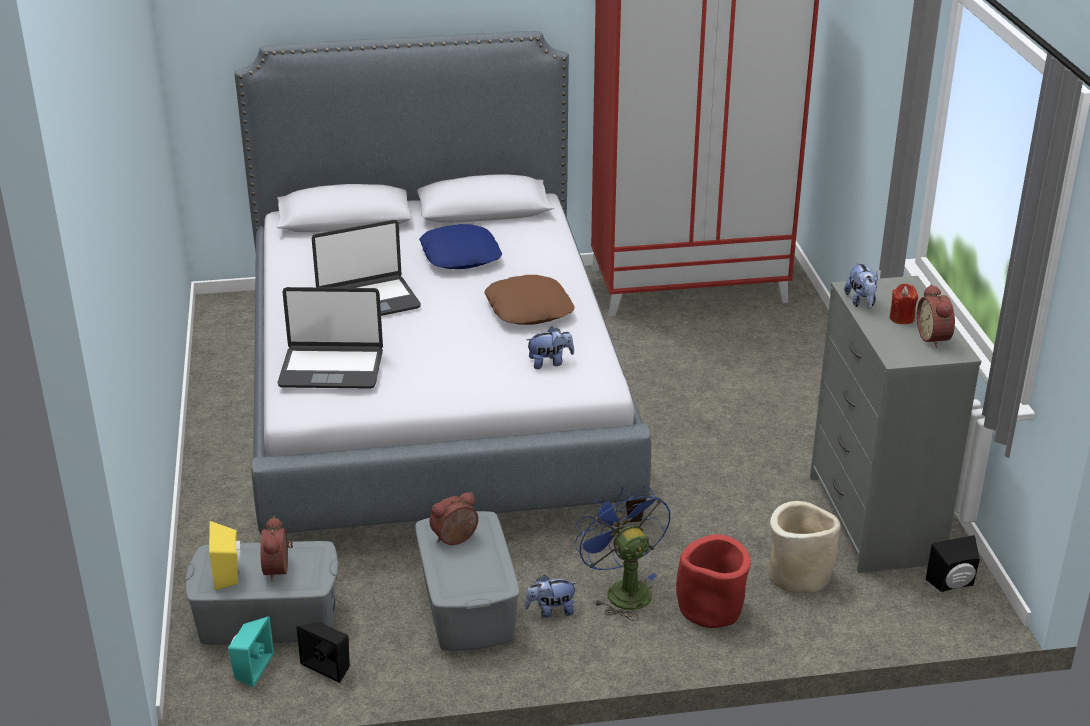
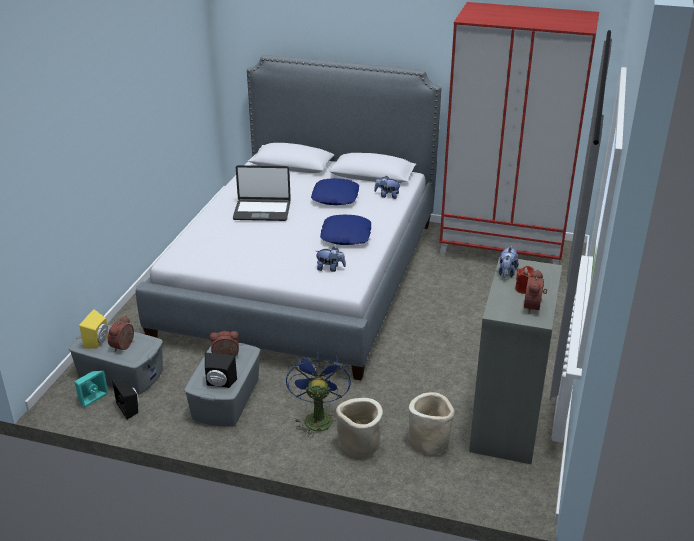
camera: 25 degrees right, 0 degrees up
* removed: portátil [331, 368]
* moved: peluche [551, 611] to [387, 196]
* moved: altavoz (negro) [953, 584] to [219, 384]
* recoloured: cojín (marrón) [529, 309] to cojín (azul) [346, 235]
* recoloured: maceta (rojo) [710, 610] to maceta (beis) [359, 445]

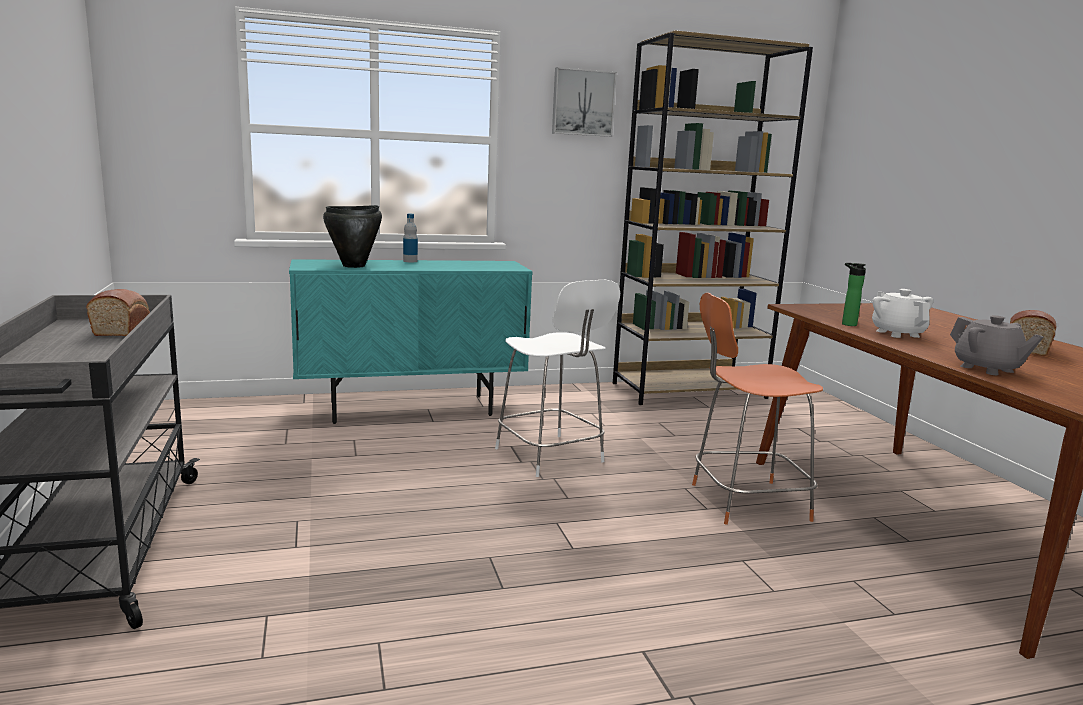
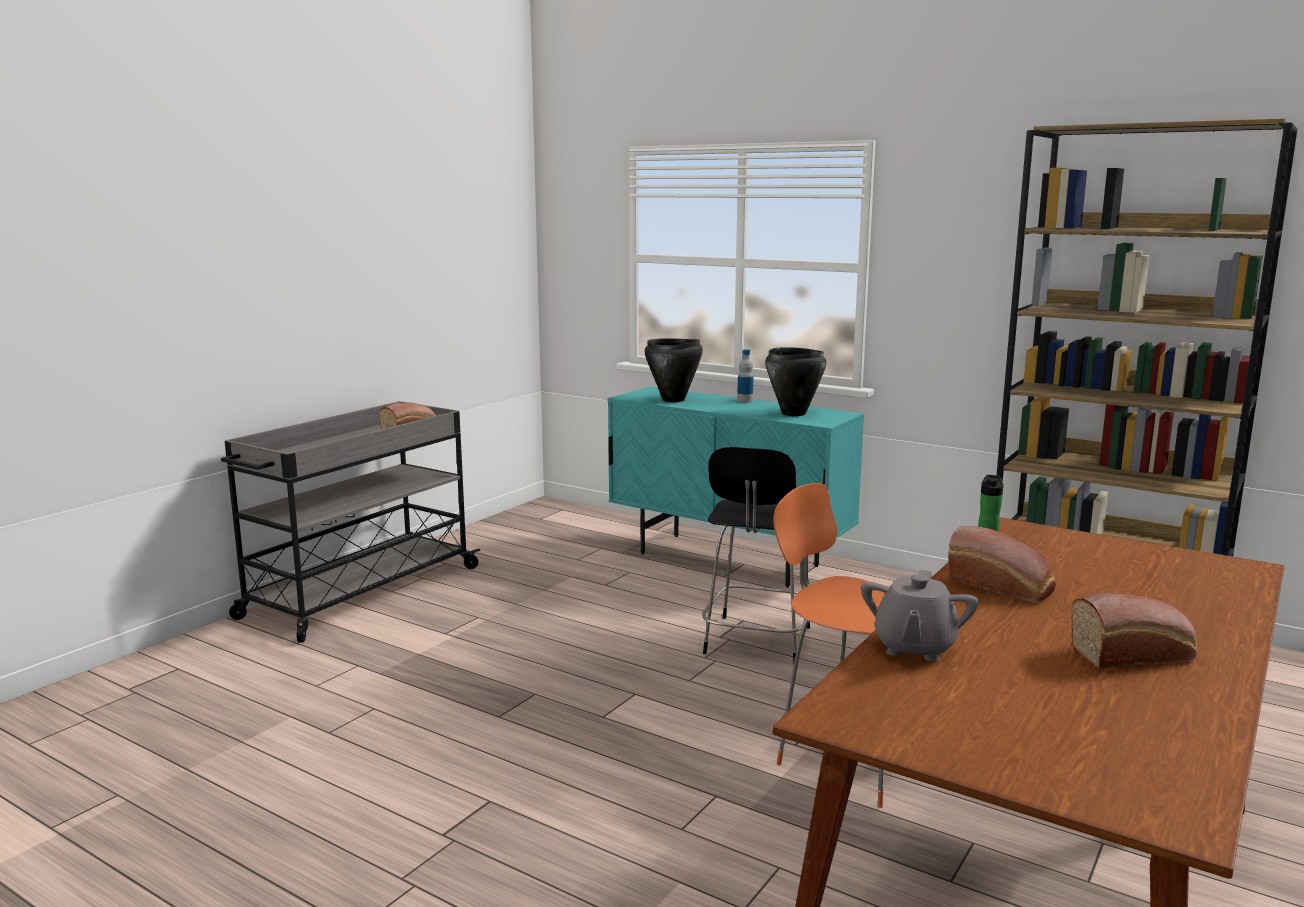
camera: 50 degrees right, 0 degrees up
* removed: cuadro [582, 103]
* added: olla (negro) [793, 413]
* replaced: tetera (blanco) [897, 333] to pan [1003, 587]
* recoloured: silla (blanco) [551, 456] to silla (negro) [756, 642]

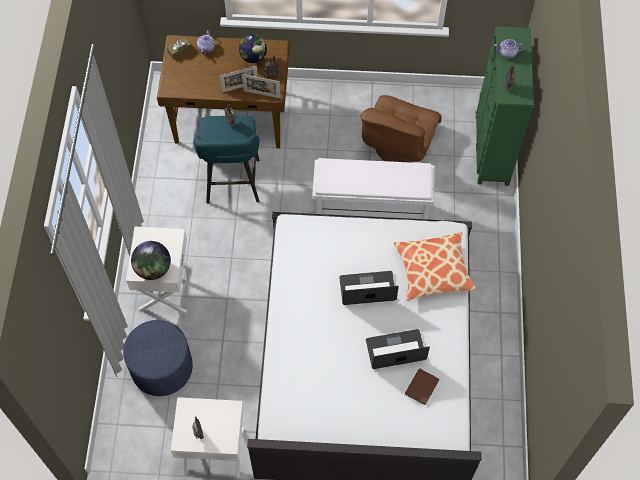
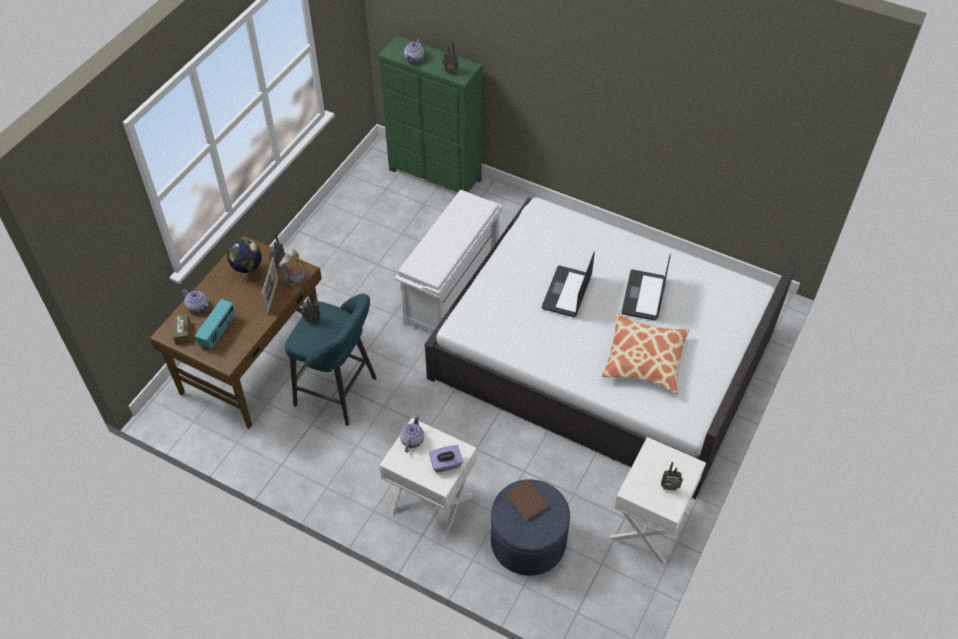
camera: 65 degrees left, 10 degrees down
* removed: sillón (marrón) [397, 145]
* added: radio [218, 332]
* added: tetera [412, 440]
* moved: cojín [433, 270] to [644, 359]
* moved: libro (marrón) [421, 387] to [527, 502]
* replaced: globo terráqueo [153, 269] to caja de pañuelos (morado) [446, 464]
* replaced: portarretratos [262, 94] to peluche [295, 280]

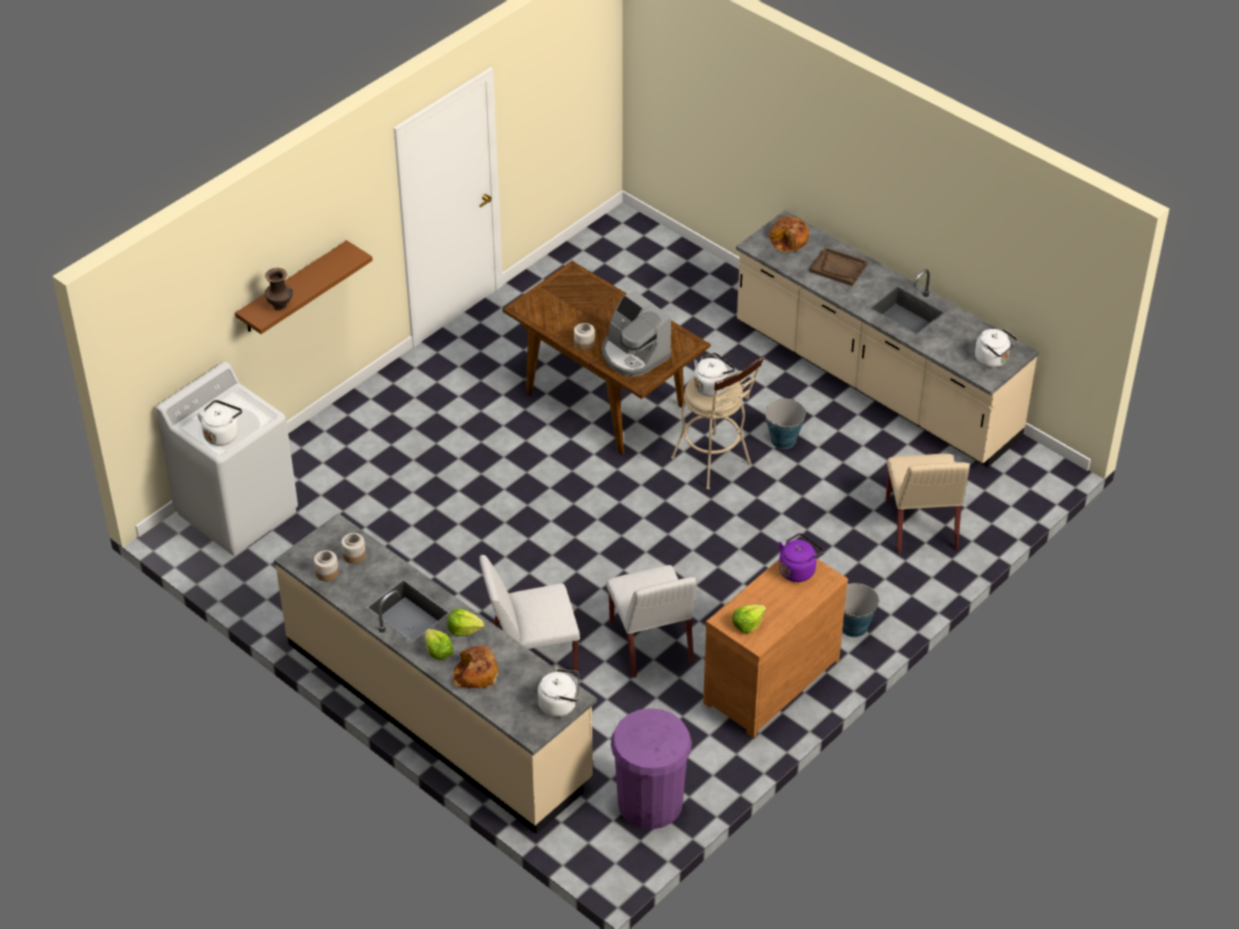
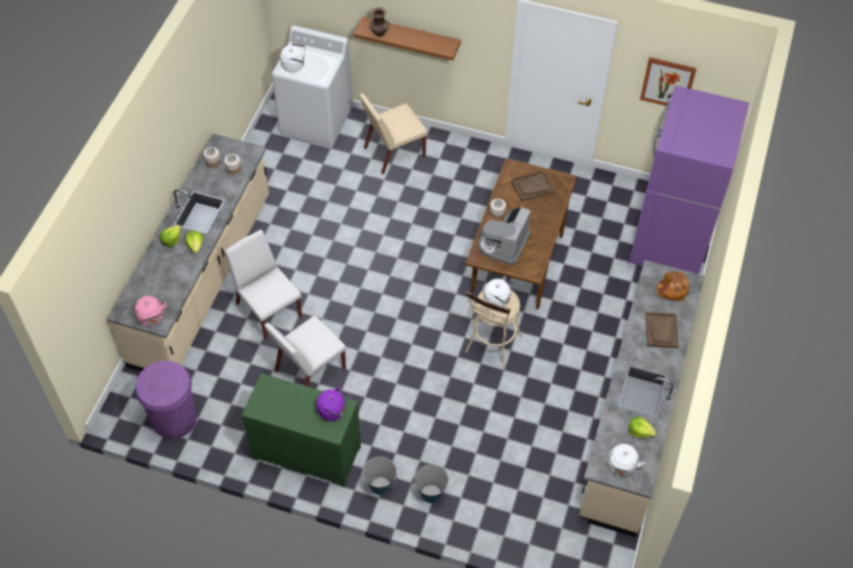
camera: 65 degrees right, 10 degrees up
* removed: pan [475, 673]
* added: bandeja (marrón) [532, 187]
* added: nevera (morado) [670, 242]
* added: cuadro [668, 83]
* moved: lechuga [747, 623] to [640, 431]
* moved: cubo [783, 440] to [430, 493]
* moved: silla (beis) [921, 525] to [393, 152]
* recoloured: hervidor (blanco) [560, 704] to hervidor (rosa) [152, 318]
* recoloured: cómoda (marrón) [767, 680] to cómoda (verde) [307, 449]

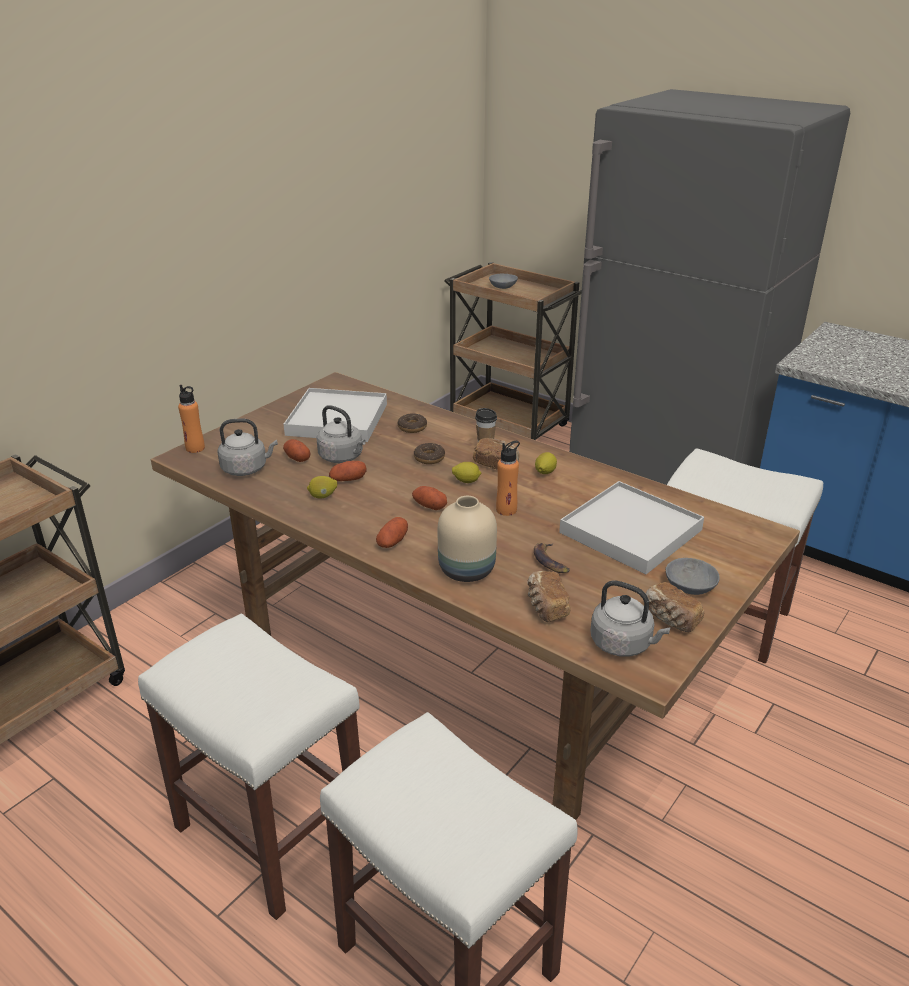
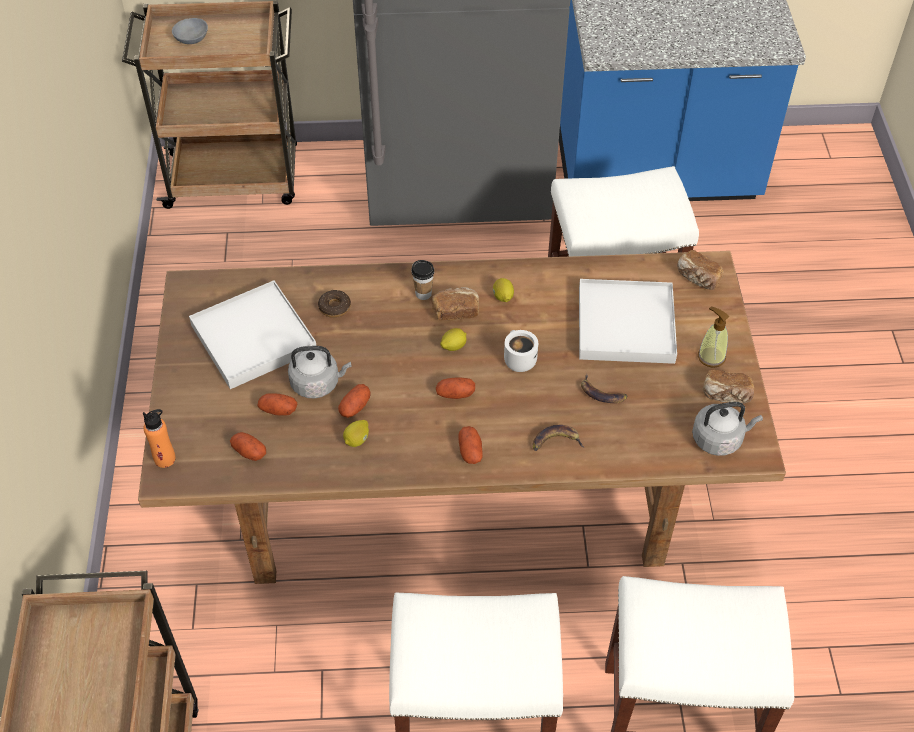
camera: 40 degrees left, 20 degrees up
* removed: rosquilla [429, 458]
* moved: pan [545, 607] to [697, 278]
* replaced: hervidor (gris) [247, 469] to patata [249, 452]
* replaced: florero (beis) [468, 570] to plátano [555, 441]
* replaced: botella (naranja) [506, 510] to taza grande (blanco) [517, 359]
* replaced: cuenco (gris) [689, 586] to dispensador de jabón [711, 357]

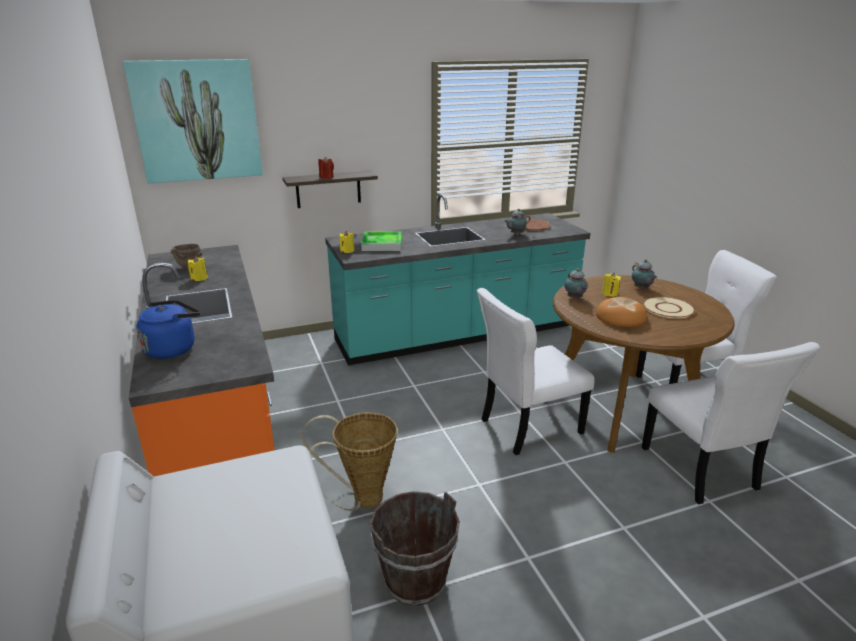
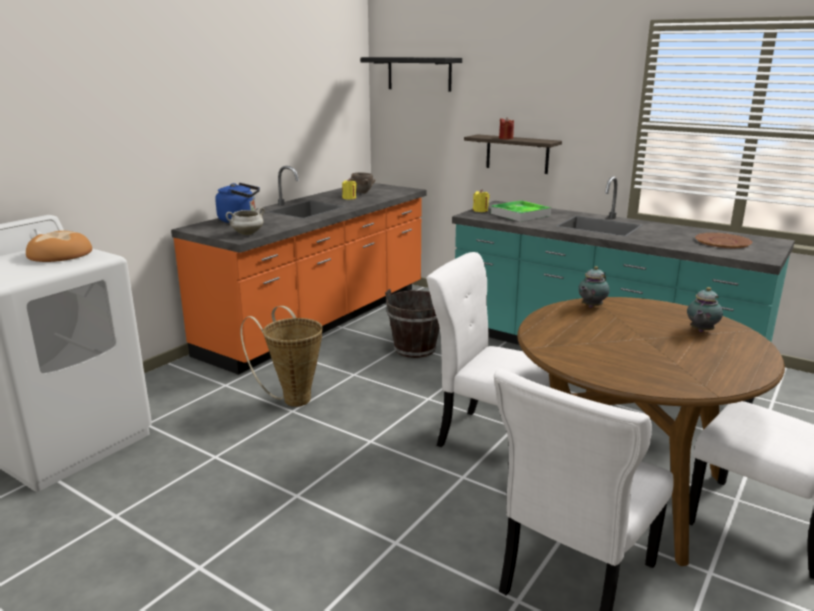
camera: 55 degrees right, 5 degrees down
* removed: tetera [515, 234]
* removed: vela (amarillo) [610, 294]
* removed: plato (beis) [668, 309]
* added: olla (blanco) [247, 234]
* moved: cubo (marrón) [415, 580] to [415, 349]
* moved: pan [621, 317] to [60, 254]
* replaced: cuadro [197, 121] to estante (negro) [419, 74]

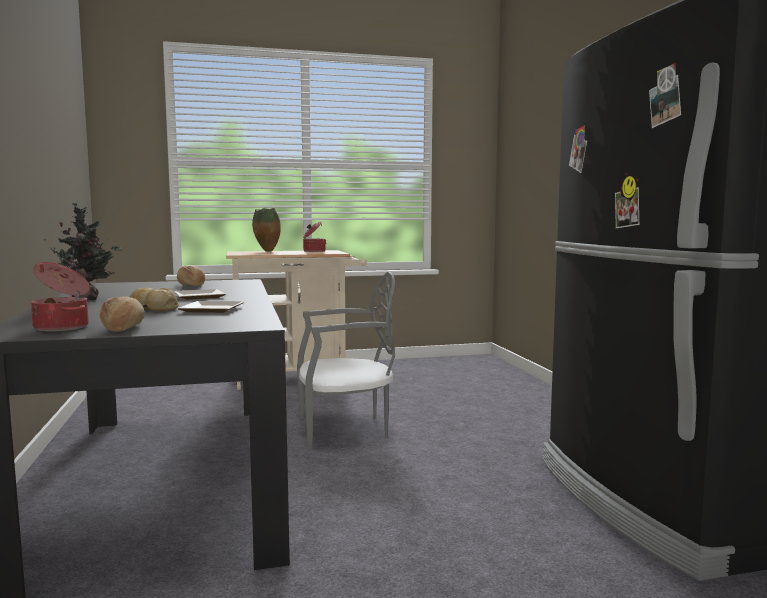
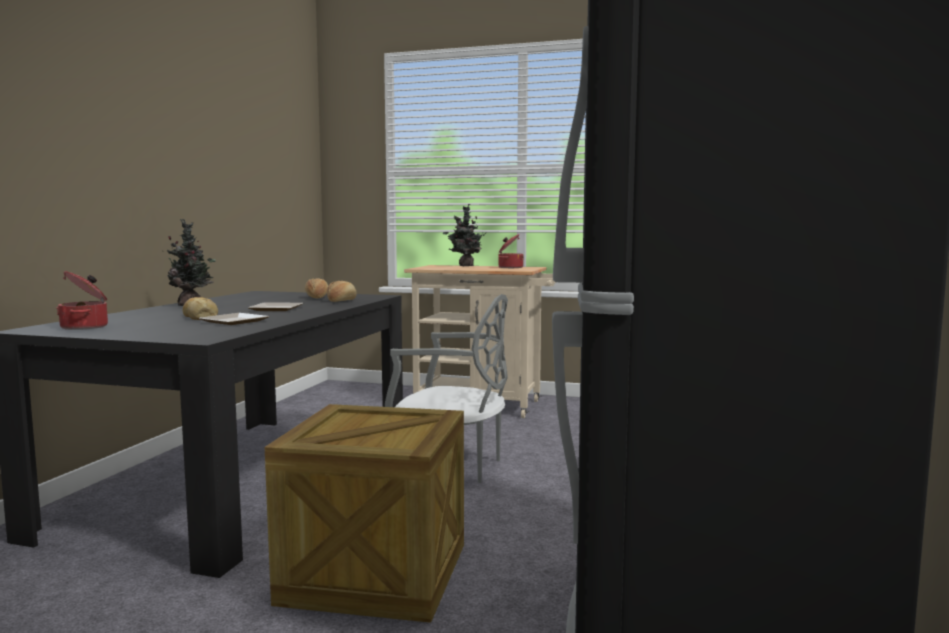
camera: 30 degrees right, 0 degrees up
* added: caja de embalaje [375, 573]
* moved: pan [123, 329] to [341, 301]
* replaced: florero [266, 251] to planta en maceta [465, 266]

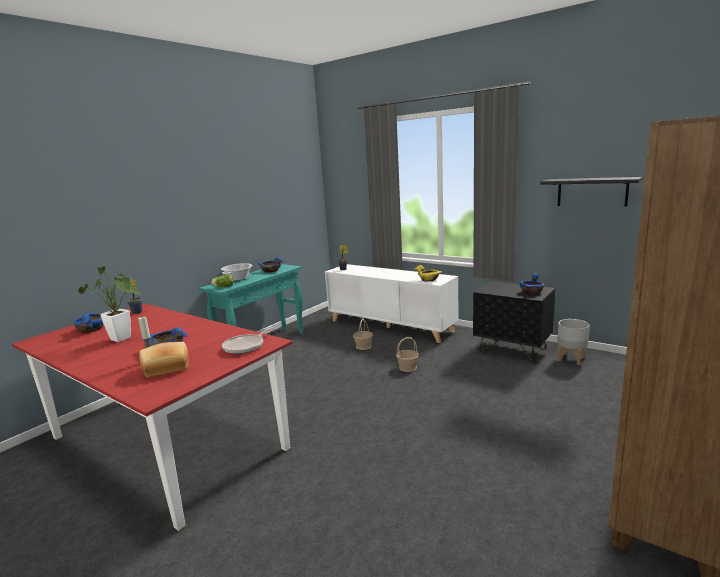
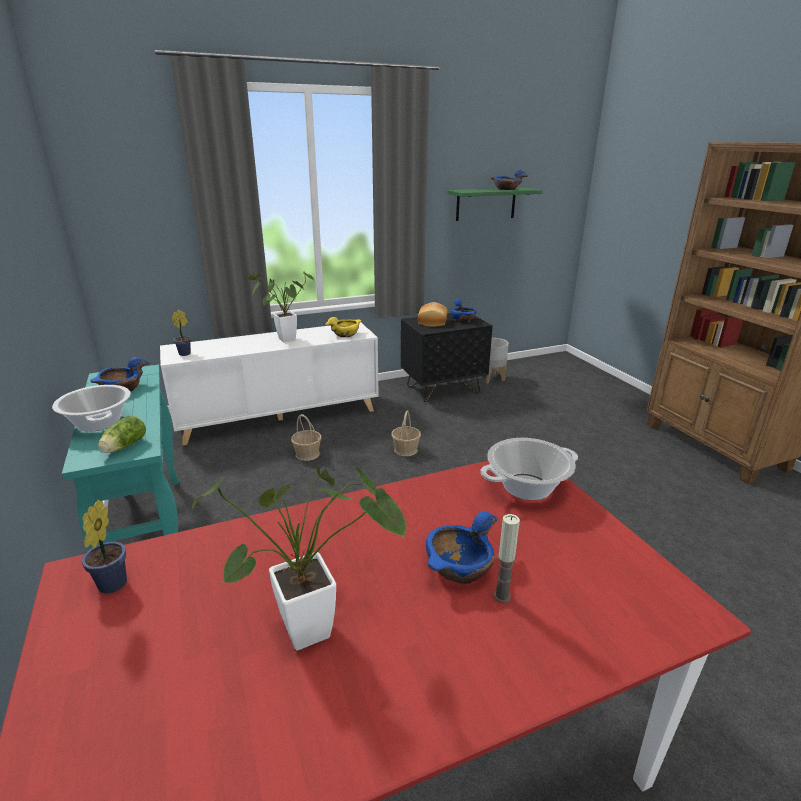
camera: 60 degrees left, 10 degrees up
* added: planta en maceta [283, 340]
* moved: cuenco (azul) [91, 329] to [506, 189]
* moved: pan [166, 368] to [433, 322]
* replaced: sartén [245, 346] to olla [526, 487]
* recoloured: estante (negro) [592, 192] to estante (verde) [486, 204]

